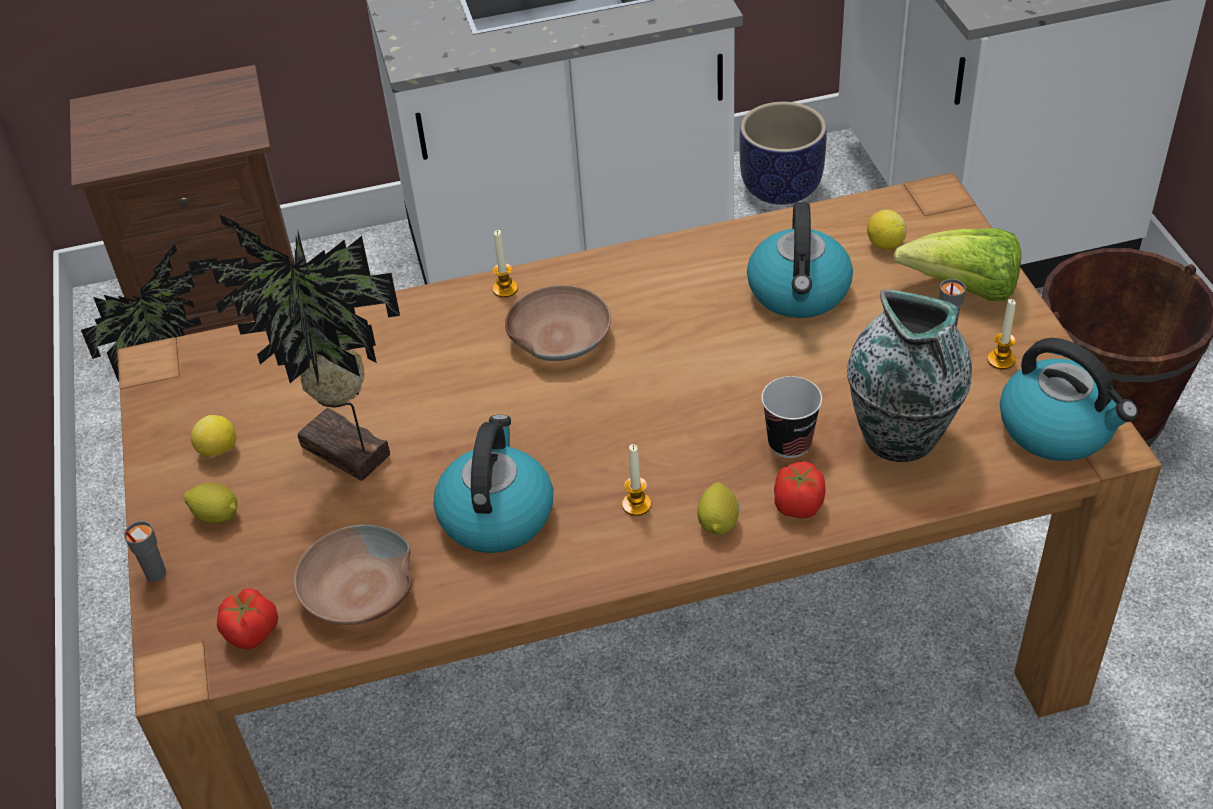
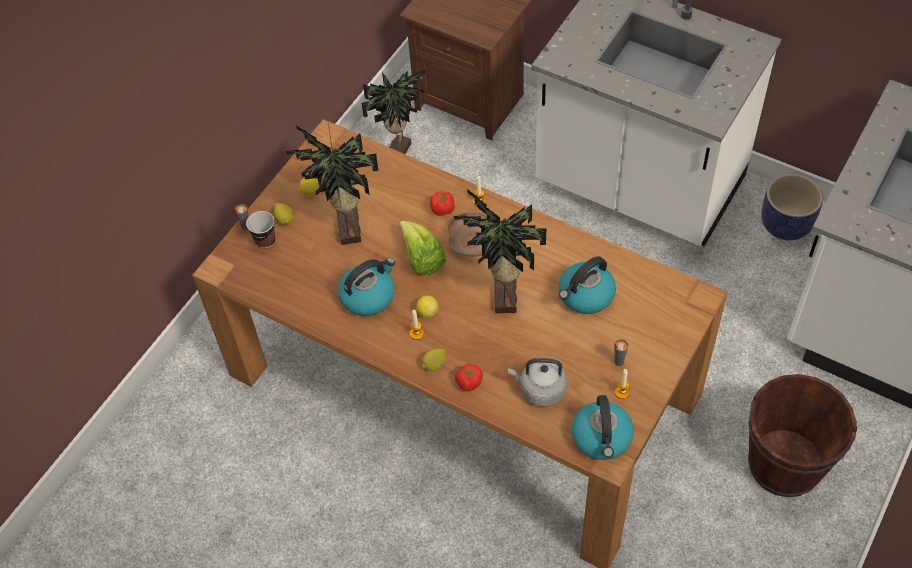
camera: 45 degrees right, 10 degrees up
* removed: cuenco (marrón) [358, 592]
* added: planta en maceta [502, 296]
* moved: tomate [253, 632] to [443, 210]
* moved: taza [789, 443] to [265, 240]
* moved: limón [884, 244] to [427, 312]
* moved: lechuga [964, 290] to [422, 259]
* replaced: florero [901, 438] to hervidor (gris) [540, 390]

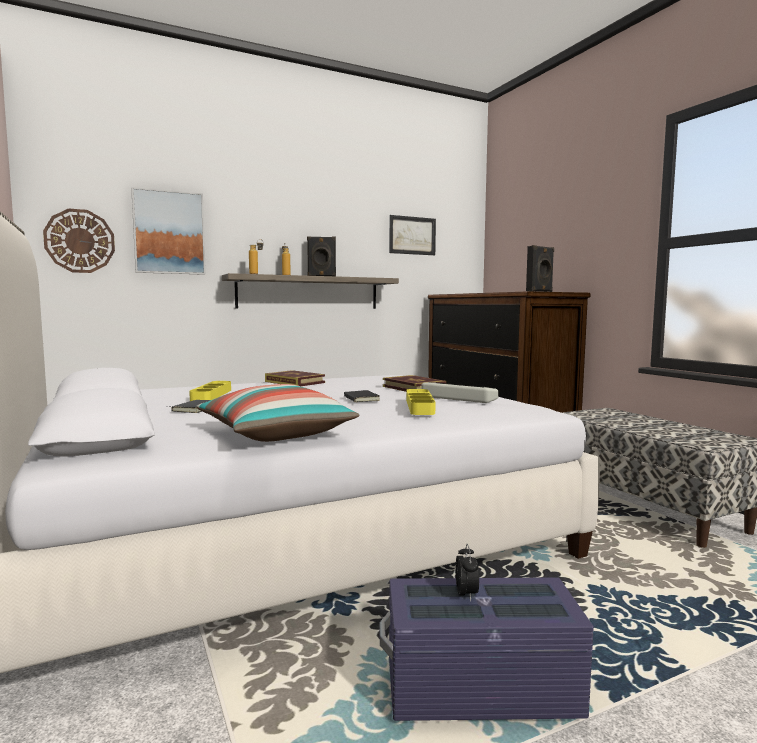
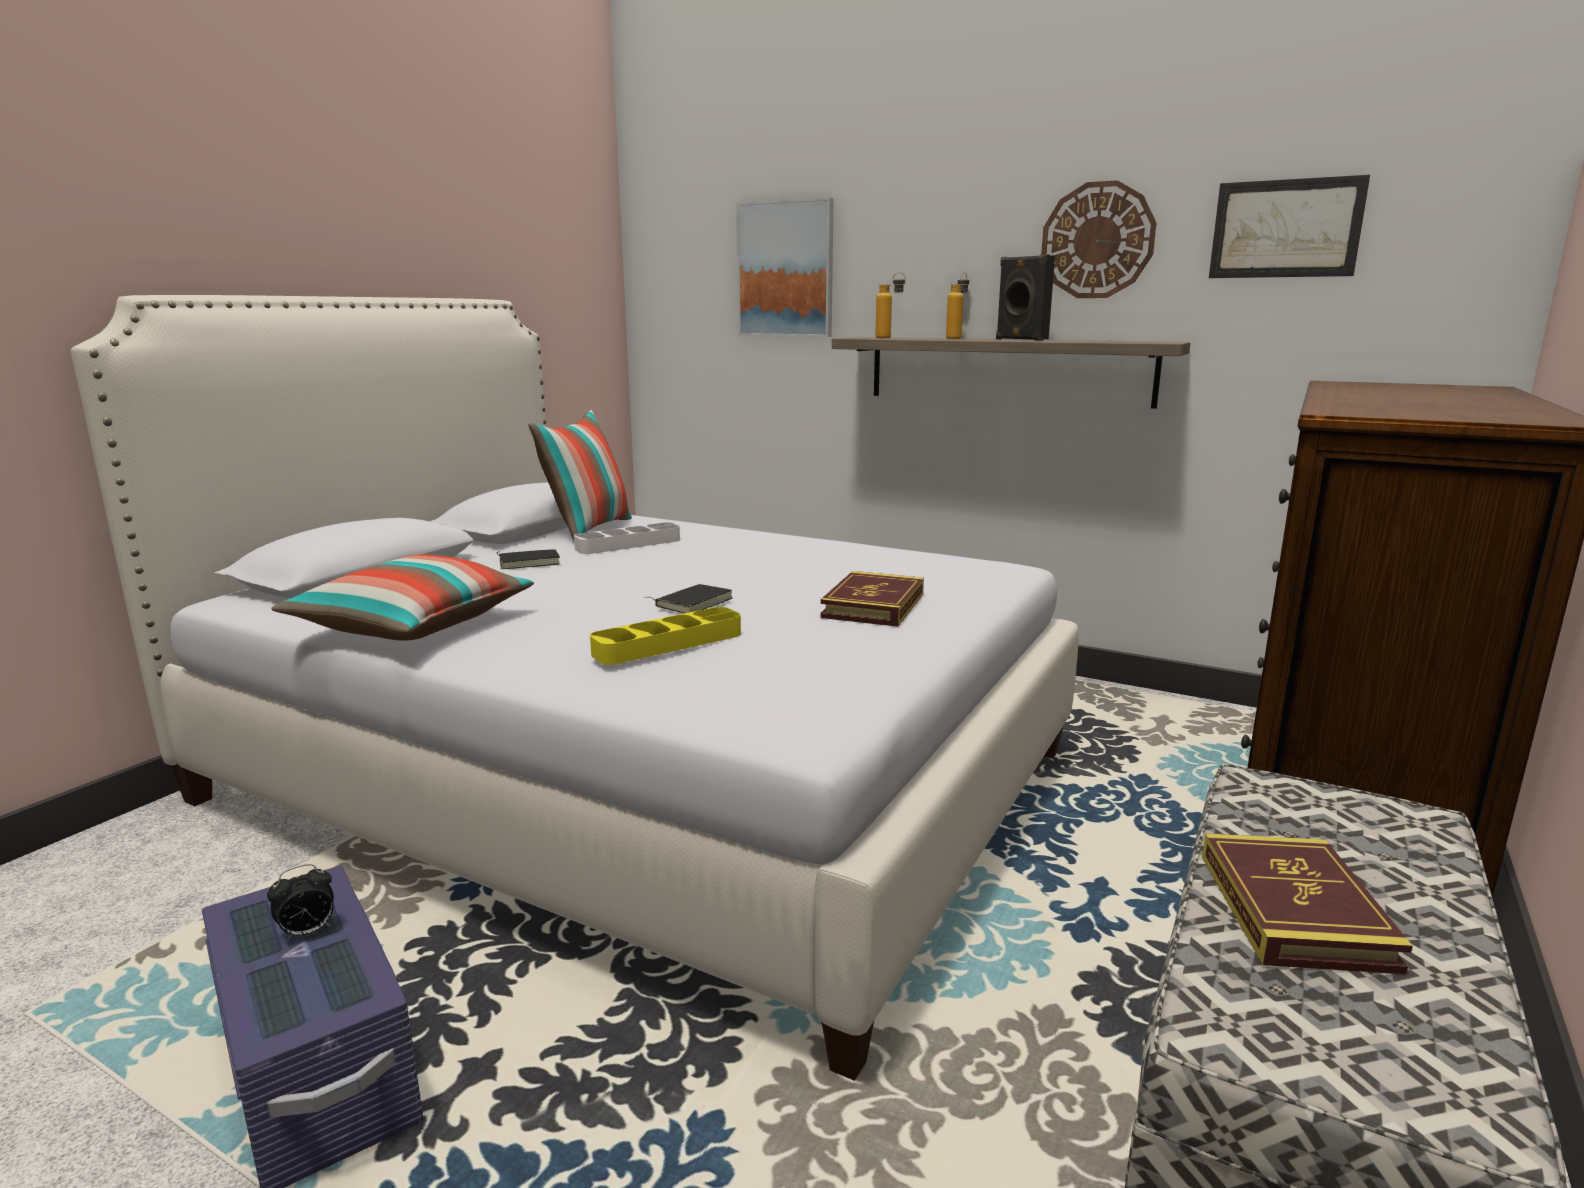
camera: 55 degrees right, 10 degrees up
* removed: teclado [457, 398]
* removed: altavoz (negro) [540, 291]
* added: cojín [588, 530]
* moved: reloj de pared [80, 241] to [1097, 240]
* moved: libro [294, 382] to [1294, 910]
* recoloured: bandeja (amarillo) [211, 395] to bandeja (blanco) [628, 544]

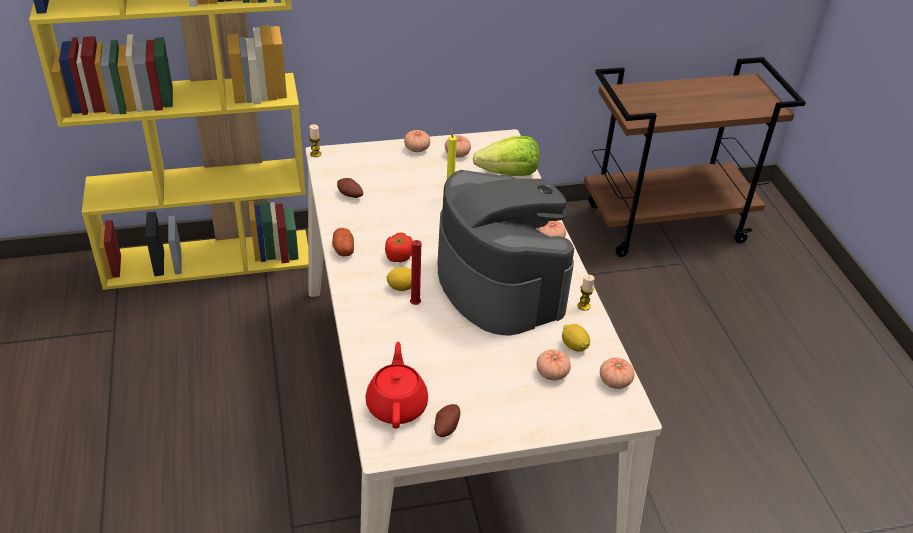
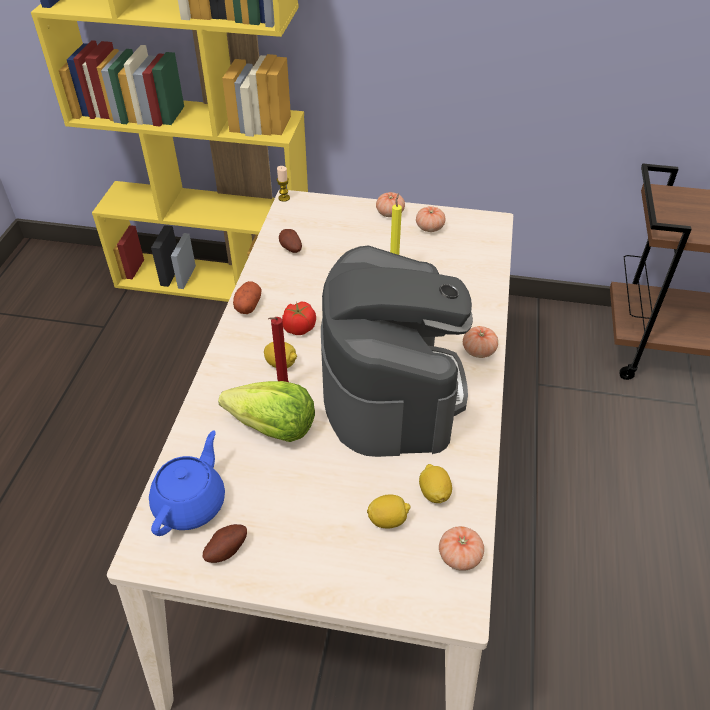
camera: 25 degrees right, 5 degrees up
* removed: vela [583, 306]
* moved: lechuga [509, 174] to [273, 428]
* replaced: tomate [552, 373] to limón [388, 520]
* recoloured: tetera (rojo) [397, 405] to tetera (azul) [191, 503]

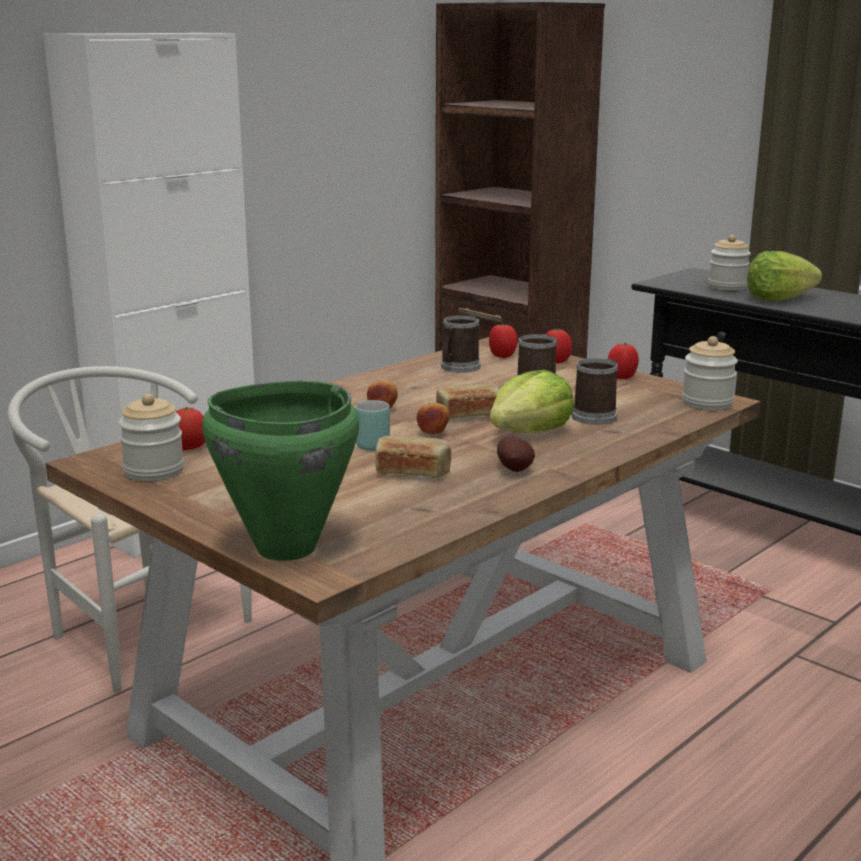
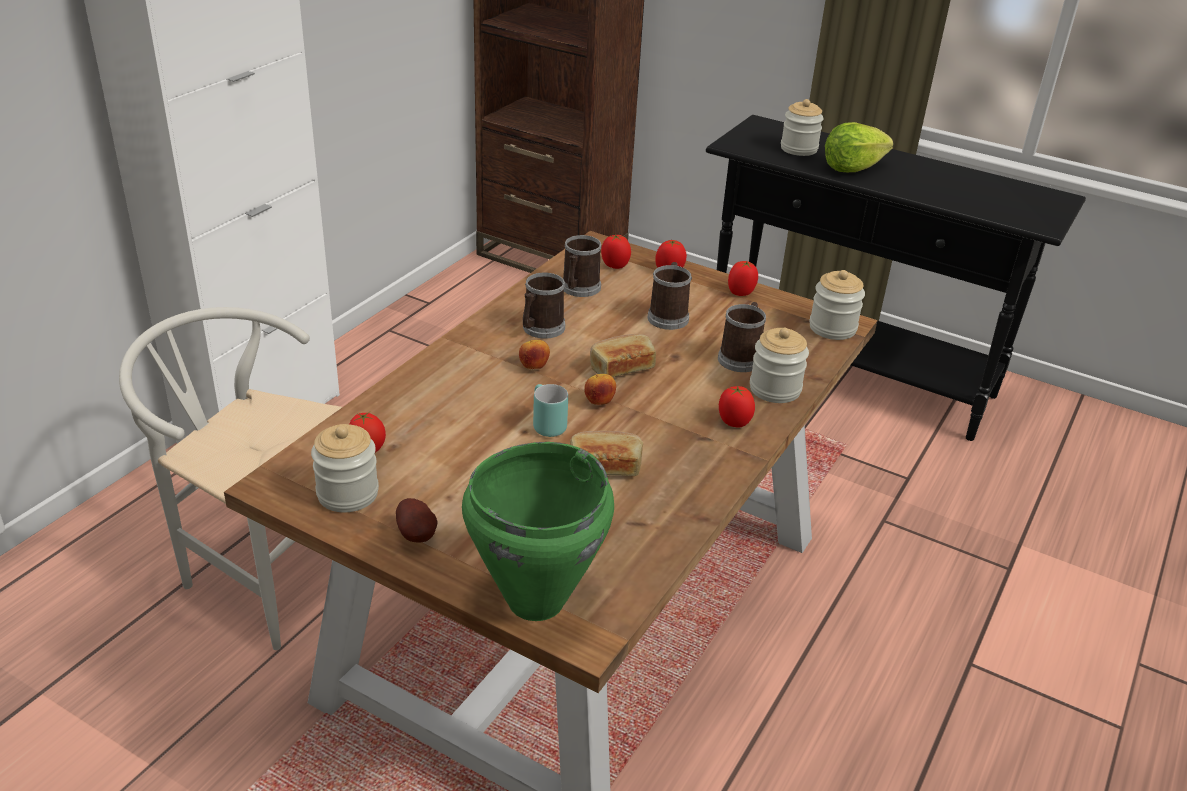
camera: 15 degrees left, 15 degrees up
* removed: lechuga [530, 433]
* added: taza grande [540, 329]
* added: tomate [733, 422]
* added: tarro [775, 389]
* moved: patata [515, 470] to [418, 535]

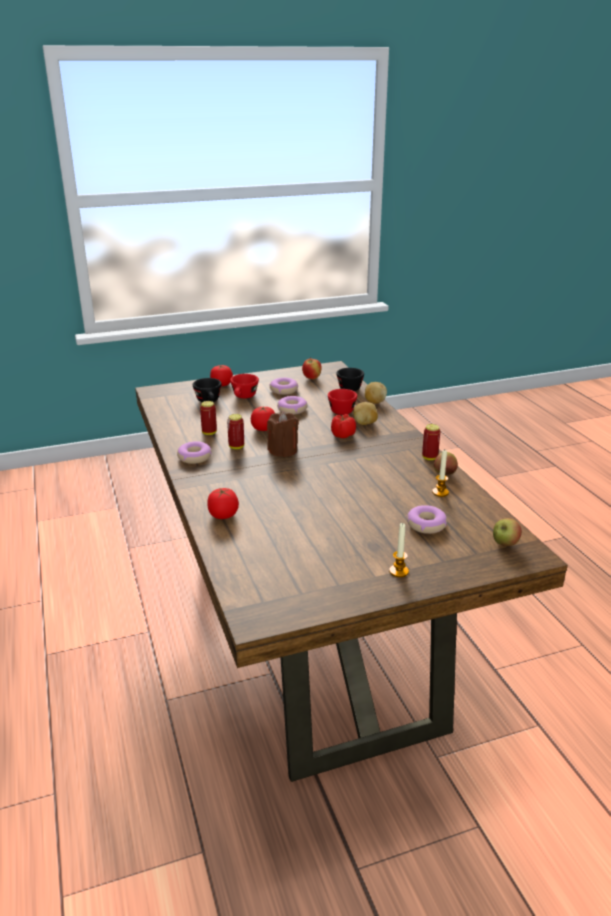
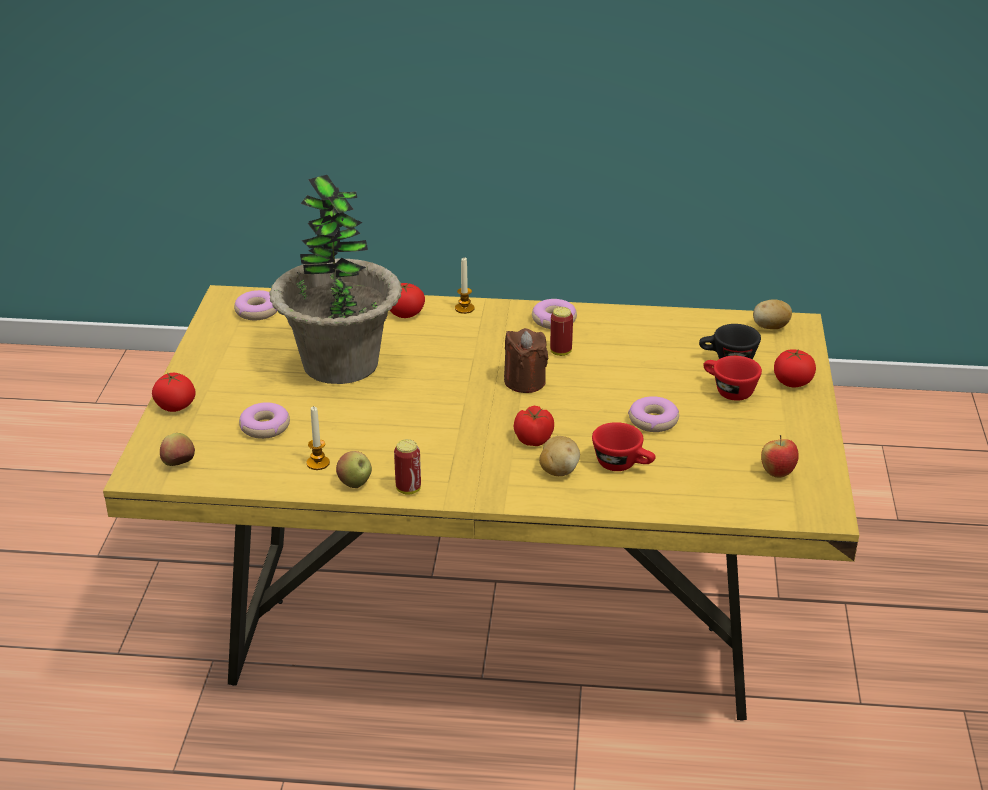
camera: 115 degrees right, 5 degrees up
* removed: lata [209, 433]
* removed: taza (negro) [348, 387]
* added: planta en maceta [340, 364]
* moved: tomate [263, 428] to [175, 406]
* moved: rosquilla [283, 390] to [257, 311]
* moved: patata [374, 402] to [770, 327]
* moved: vela [399, 571] to [464, 308]
* recoloured: mesa de comedor (marrón) [307, 627] to mesa de comedor (amarillo) [490, 629]

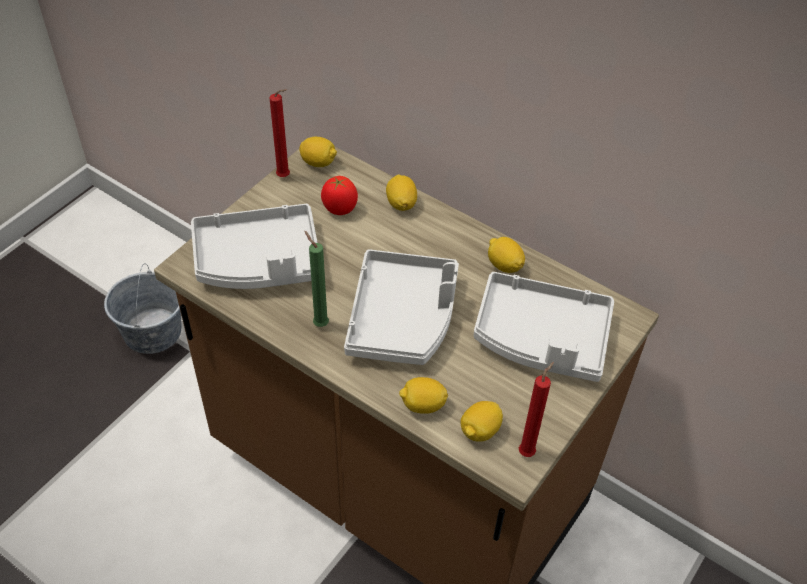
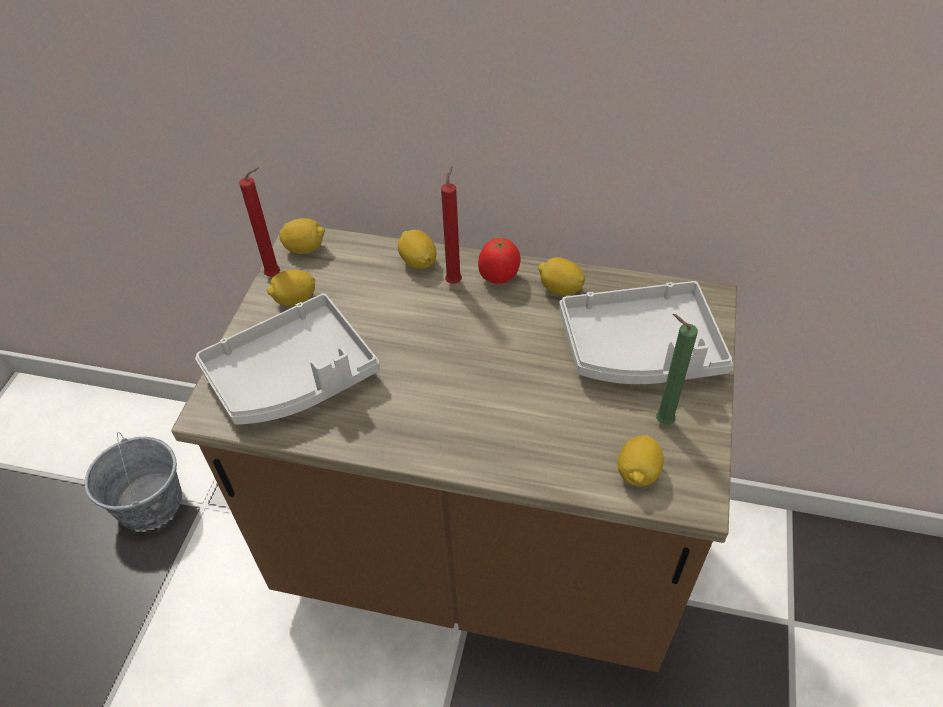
camera: 20 degrees left, 0 degrees up
* removed: bandeja (gris) [403, 318]
* moved: vela (verde) [319, 323] to [661, 420]
* moved: tomate [339, 209] to [499, 277]
* moved: limón [422, 405] to [294, 300]
* moved: vela (rojo) [528, 451] to [454, 280]

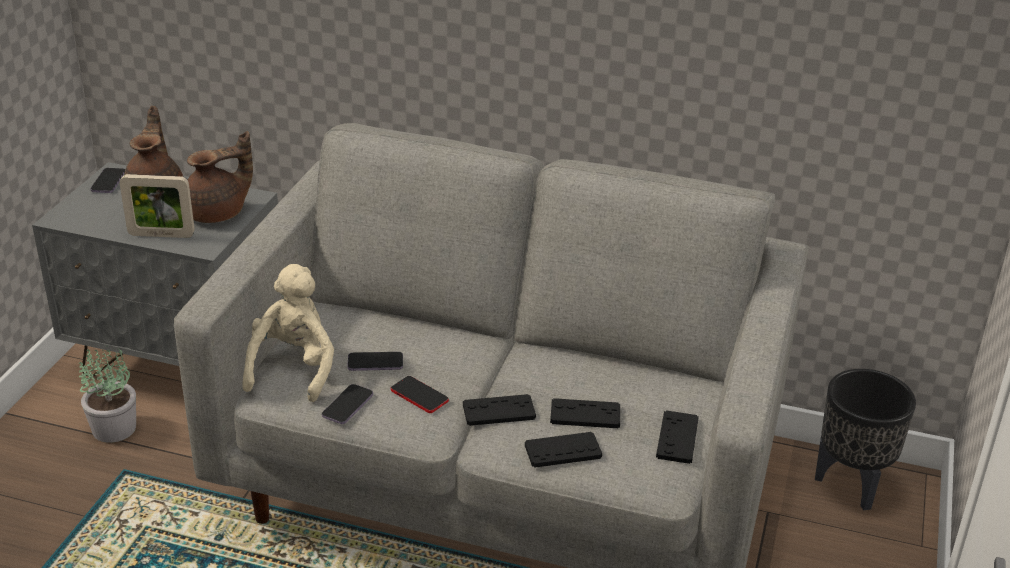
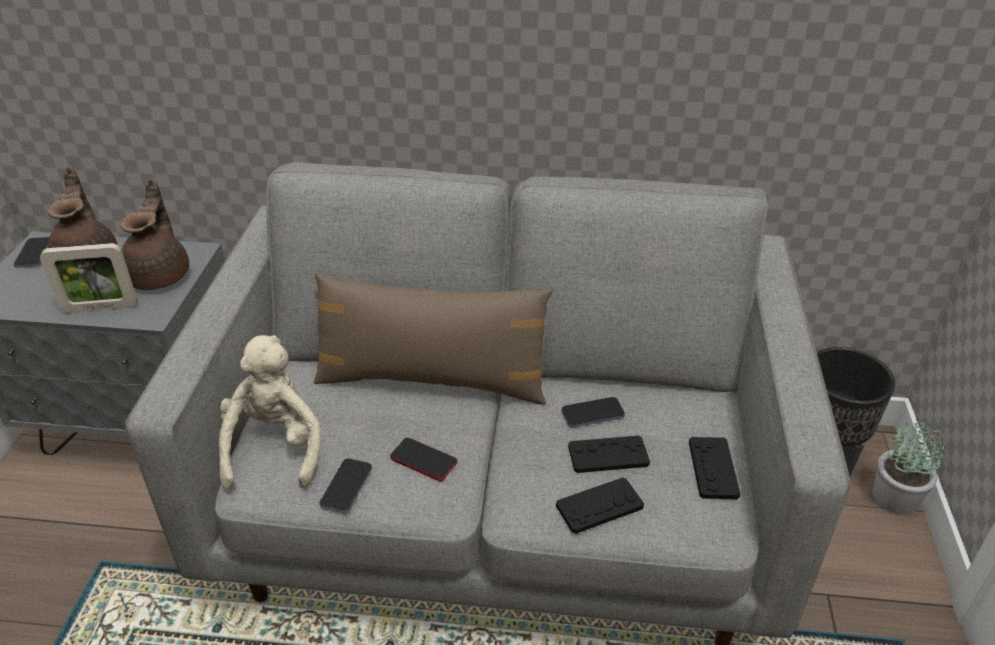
camera: 10 degrees left, 5 degrees up
* removed: mando de consola (negro) [499, 411]
* added: cojín (marrón) [432, 380]
* moved: planta en maceta [115, 428] to [895, 496]
* moved: móvil [375, 363] to [592, 414]
* turned: tetera (marrón) [218, 213] = [161, 275] 45 degrees counterclockwise

